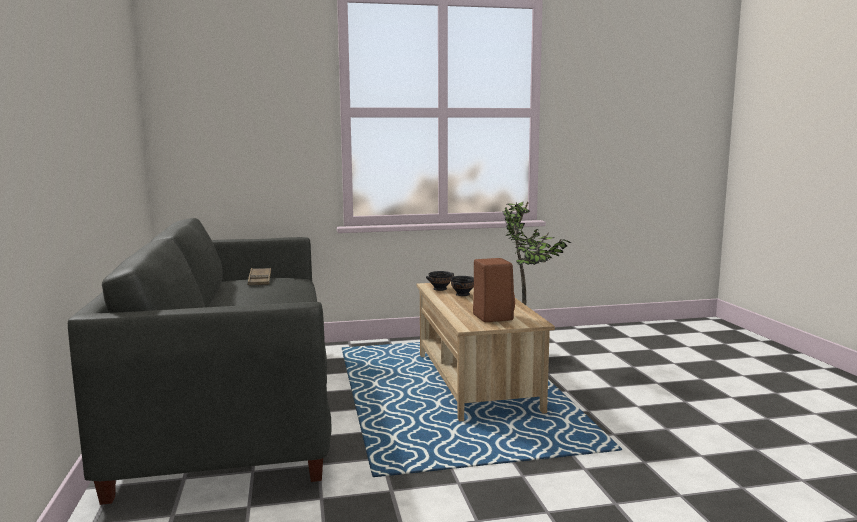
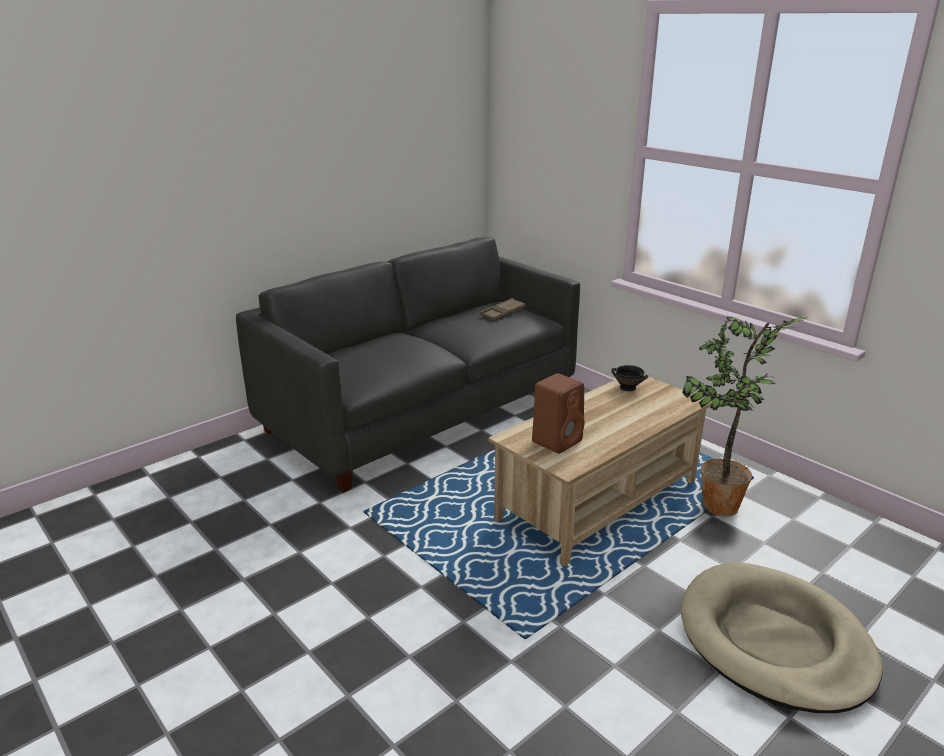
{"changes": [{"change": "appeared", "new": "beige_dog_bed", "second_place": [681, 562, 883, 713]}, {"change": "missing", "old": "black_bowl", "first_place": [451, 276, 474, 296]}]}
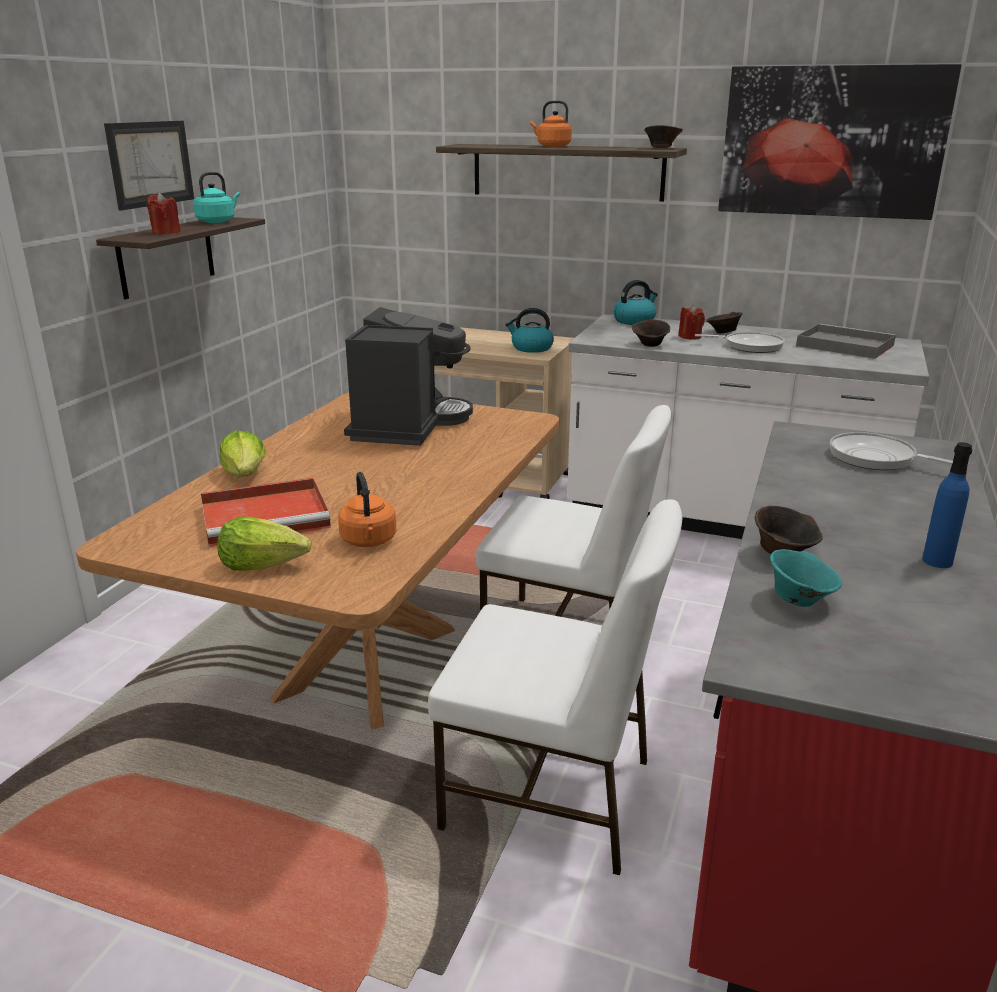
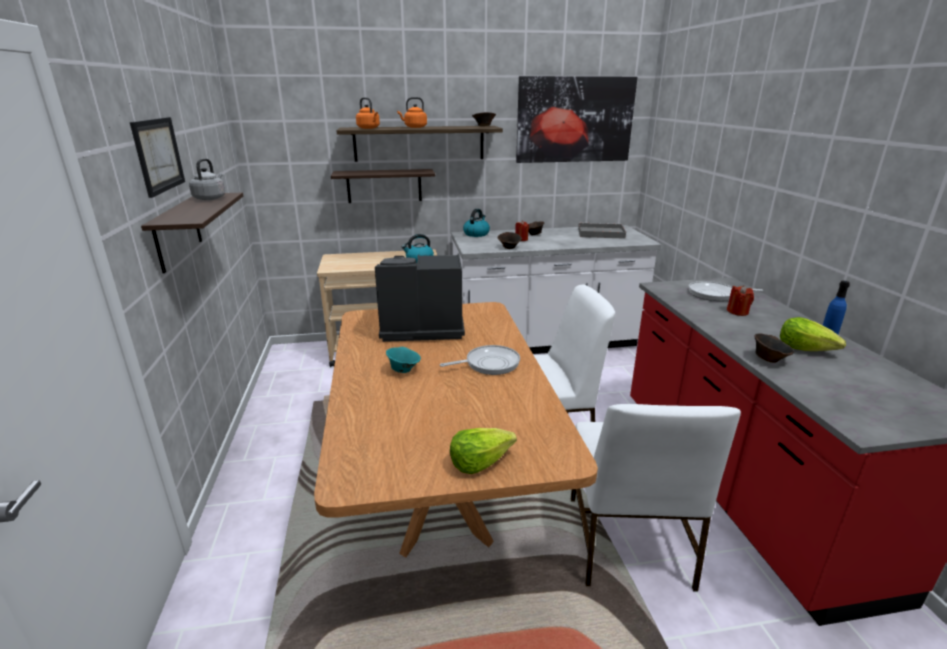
{"changes": [{"change": "colour", "old": "turquoise_kettle", "new": "grey_kettle", "first_place": [193, 172, 240, 223], "second_place": [189, 158, 225, 200]}, {"change": "appeared", "new": "shelf", "second_place": [331, 169, 435, 203]}, {"change": "relocated", "old": "orange_kettle", "first_place": [338, 472, 396, 547], "second_place": [356, 97, 380, 129]}, {"change": "spun", "old": "coffee_machine", "first_place": [344, 307, 473, 446], "second_place": [375, 254, 465, 342], "degrees": -75}, {"change": "relocated", "old": "turquoise_bowl", "first_place": [770, 549, 842, 607], "second_place": [386, 347, 421, 373]}, {"change": "relocated", "old": "frying_pan", "first_place": [695, 332, 785, 353], "second_place": [440, 345, 520, 375]}, {"change": "spun", "old": "white_chair", "first_place": [428, 499, 682, 875], "second_place": [571, 404, 741, 592], "degrees": 105}, {"change": "relocated", "old": "red_candle", "first_place": [147, 192, 181, 234], "second_place": [727, 285, 754, 316]}, {"change": "relocated", "old": "lettuce", "first_place": [220, 431, 266, 477], "second_place": [780, 317, 846, 351]}, {"change": "missing", "old": "red_tray", "first_place": [200, 478, 331, 547]}]}
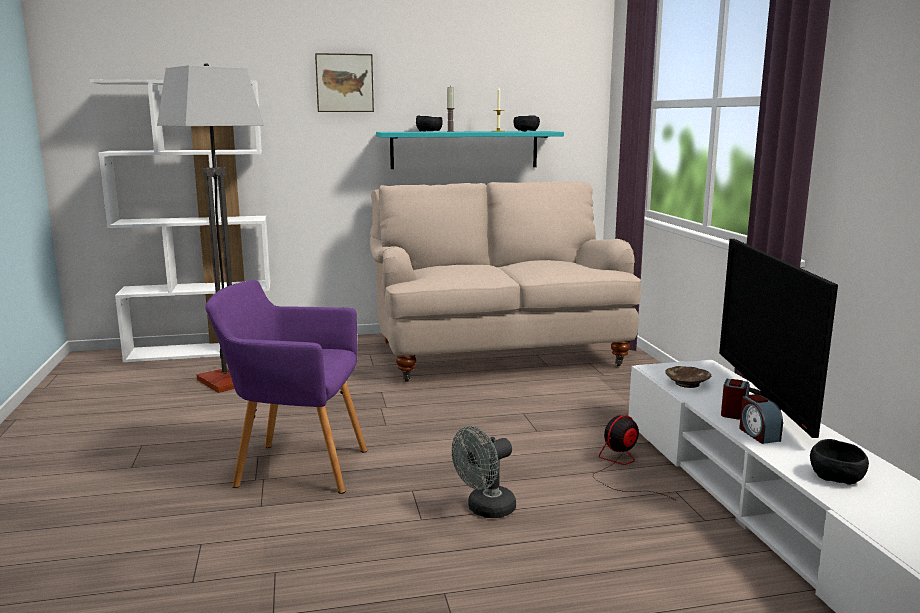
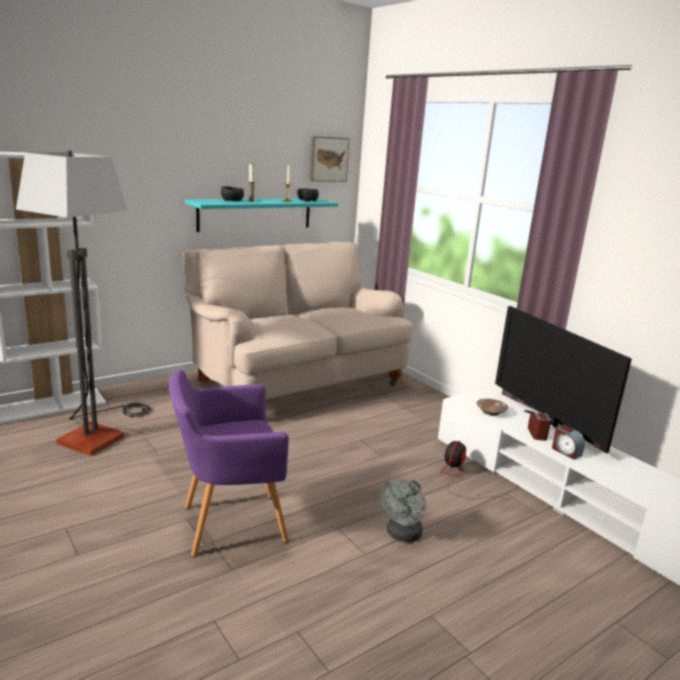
{"changes": [{"change": "relocated", "old": "picture", "first_place": [315, 53, 374, 112], "second_place": [309, 136, 350, 182]}, {"change": "missing", "old": "black_bowl", "first_place": [810, 439, 869, 485]}]}
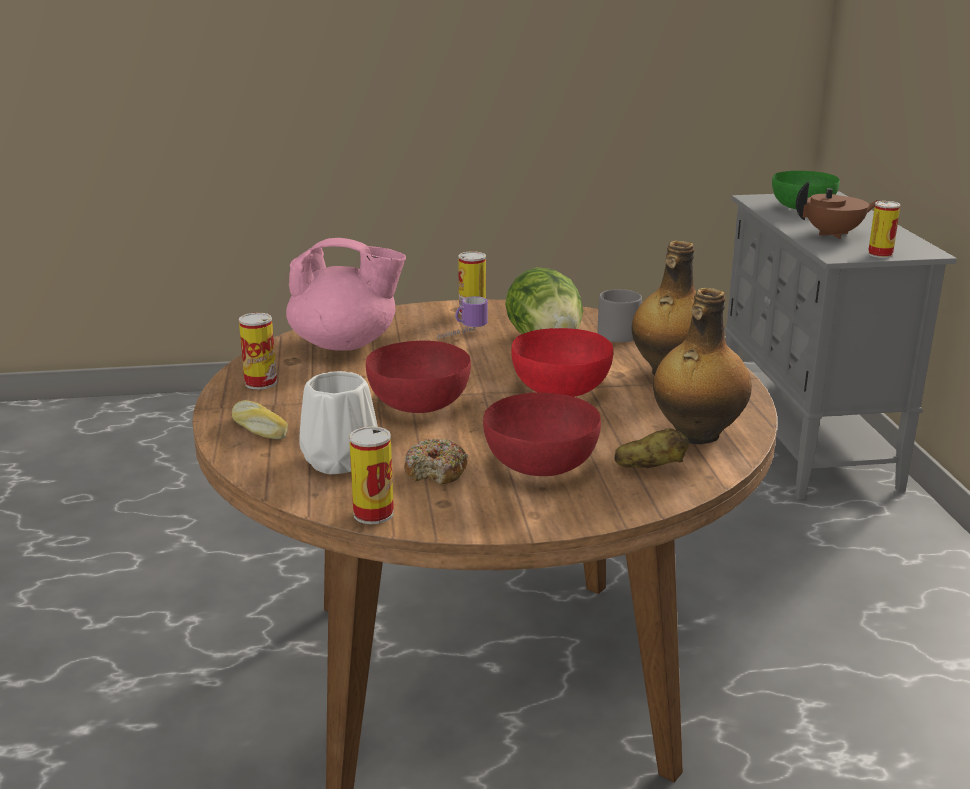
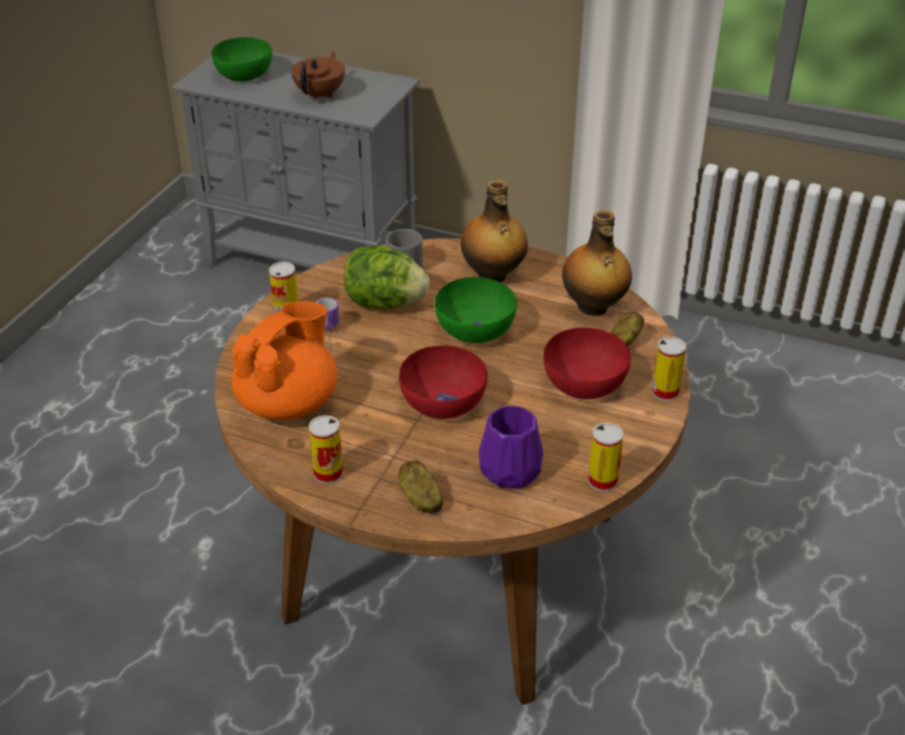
{"changes": [{"change": "colour", "old": "pink_teapot", "new": "orange_teapot", "first_place": [286, 238, 406, 351], "second_place": [231, 301, 337, 420]}, {"change": "exchanged", "old": "bread", "new": "potato", "first_place": [232, 400, 288, 439], "second_place": [398, 460, 443, 513]}, {"change": "colour", "old": "red_bowl", "new": "green_bowl", "first_place": [511, 328, 613, 397], "second_place": [435, 277, 517, 343]}, {"change": "colour", "old": "white_vase", "new": "purple_vase", "first_place": [299, 371, 378, 474], "second_place": [479, 406, 543, 488]}, {"change": "relocated", "old": "can", "first_place": [868, 201, 901, 258], "second_place": [651, 337, 686, 401]}, {"change": "missing", "old": "donut", "first_place": [404, 439, 468, 485]}]}
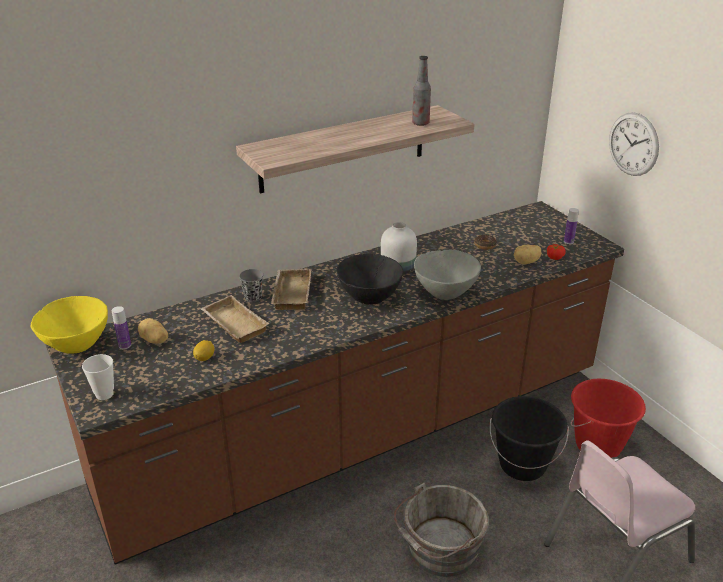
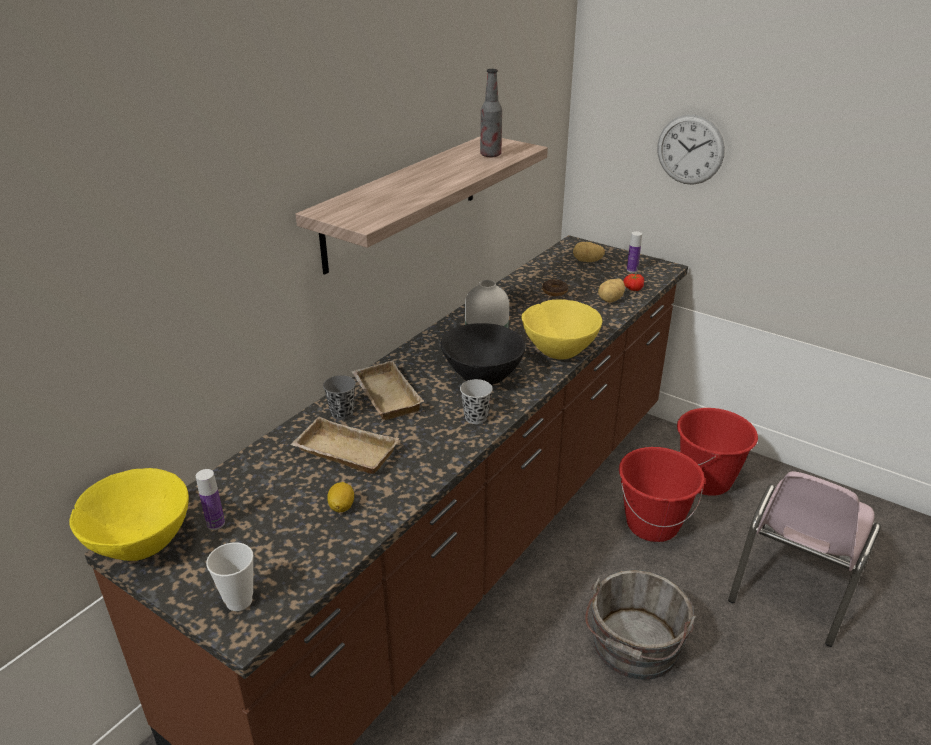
{"changes": [{"change": "appeared", "new": "black_cup", "second_place": [460, 379, 493, 424]}, {"change": "colour", "old": "grey_bowl", "new": "yellow_bowl", "first_place": [414, 250, 481, 300], "second_place": [521, 299, 603, 360]}, {"change": "relocated", "old": "potato", "first_place": [138, 318, 168, 344], "second_place": [573, 242, 605, 262]}, {"change": "colour", "old": "black_bucket", "new": "red_bucket", "first_place": [490, 396, 569, 481], "second_place": [619, 447, 705, 542]}]}
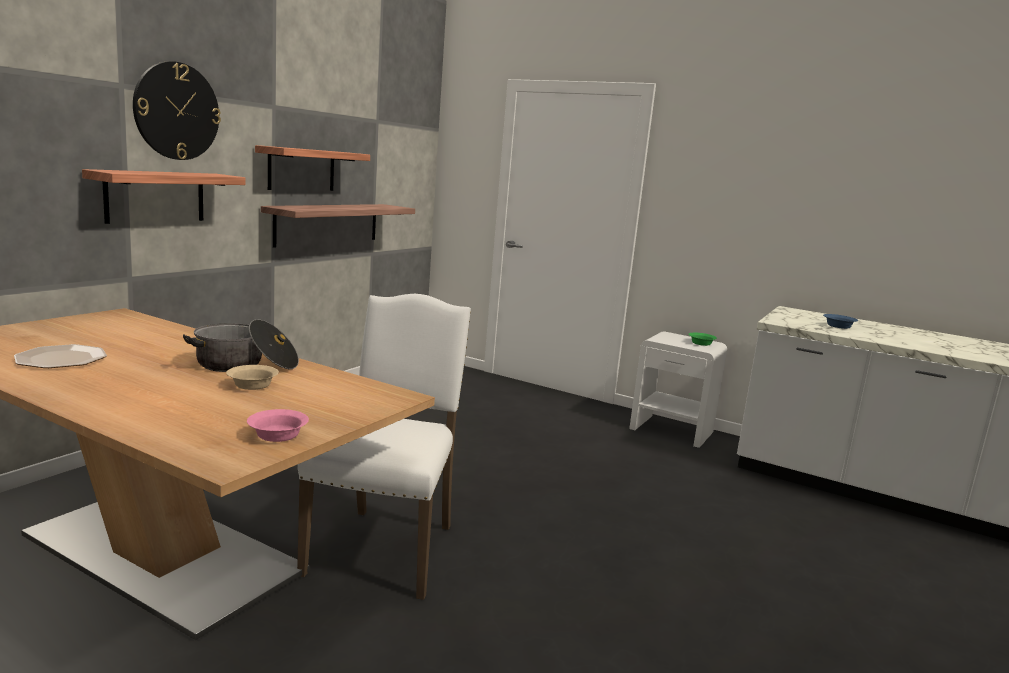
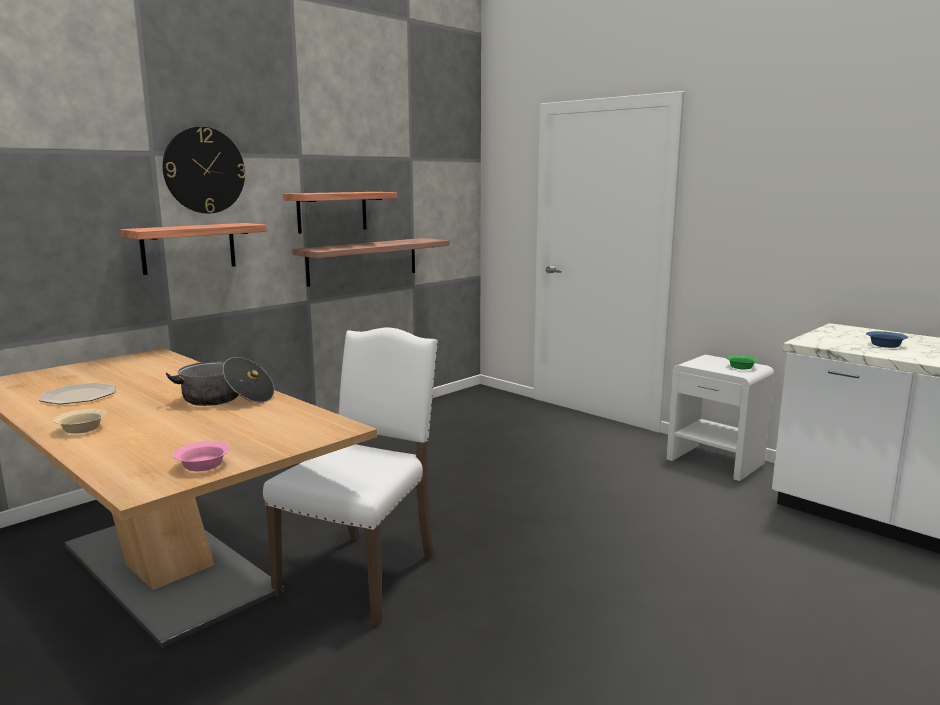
{"changes": [{"change": "relocated", "old": "beige_bowl", "first_place": [226, 365, 279, 390], "second_place": [53, 409, 107, 434]}]}
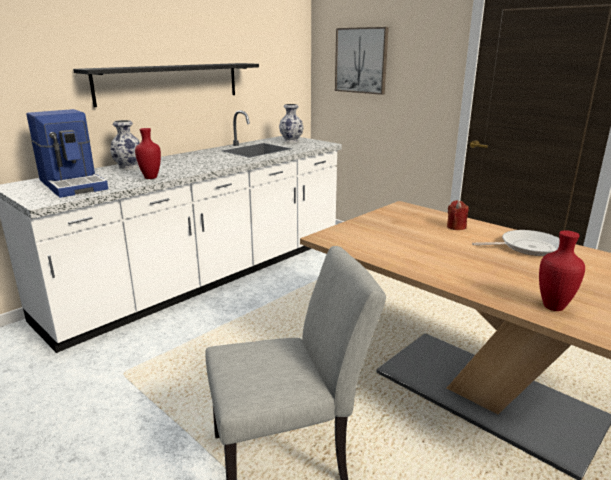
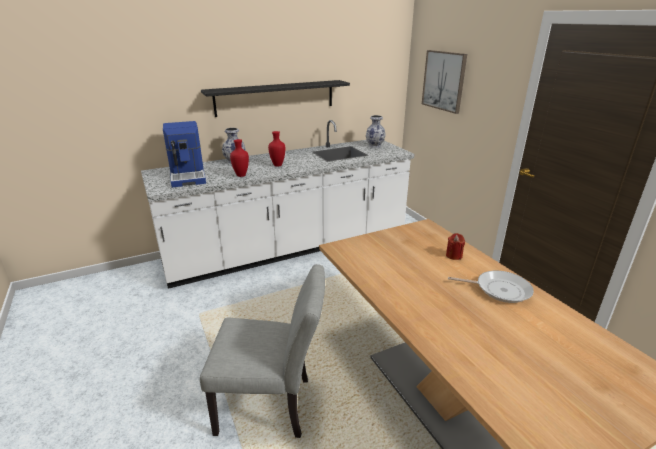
{"changes": [{"change": "relocated", "old": "red_vase", "first_place": [539, 230, 585, 311], "second_place": [268, 131, 285, 167]}]}
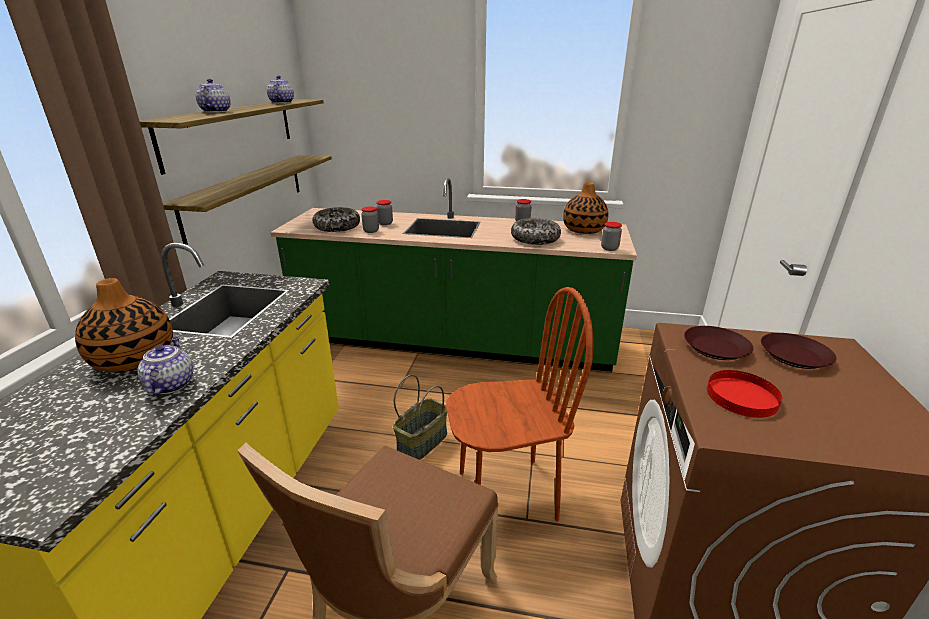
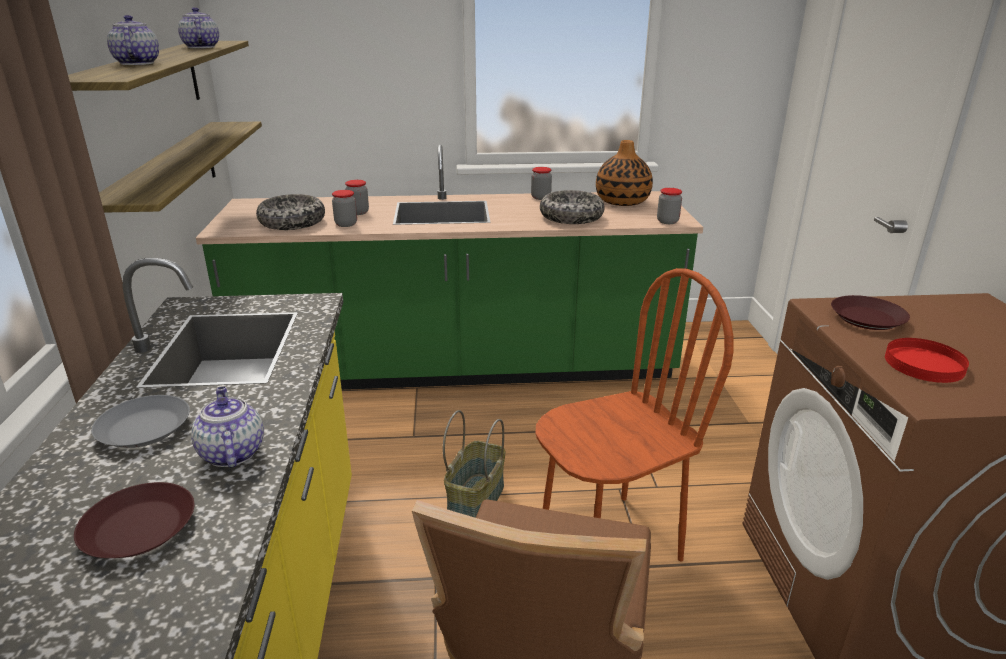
{"changes": [{"change": "relocated", "old": "brown_plate", "first_place": [761, 333, 836, 369], "second_place": [74, 482, 194, 558]}, {"change": "exchanged", "old": "vase", "new": "grey_plate", "first_place": [75, 278, 173, 372], "second_place": [91, 395, 190, 448]}]}
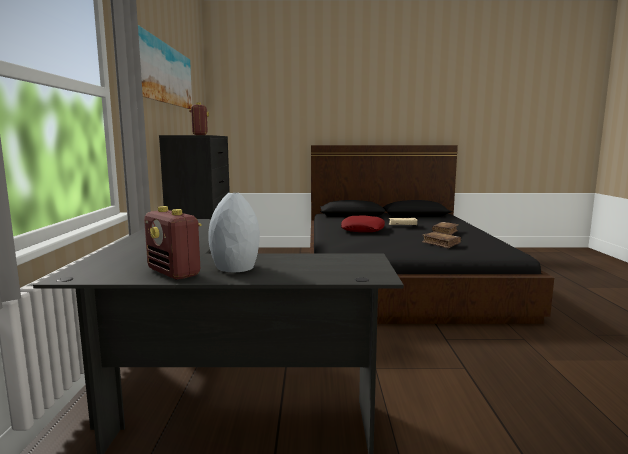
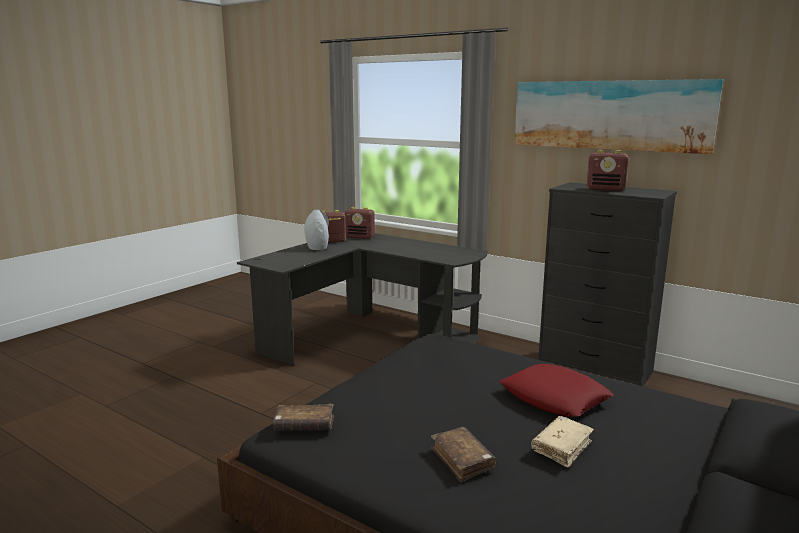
{"changes": [{"change": "relocated", "old": "brown_book", "first_place": [422, 232, 461, 249], "second_place": [273, 404, 334, 431]}, {"change": "appeared", "new": "radio", "second_place": [345, 207, 375, 239]}]}
